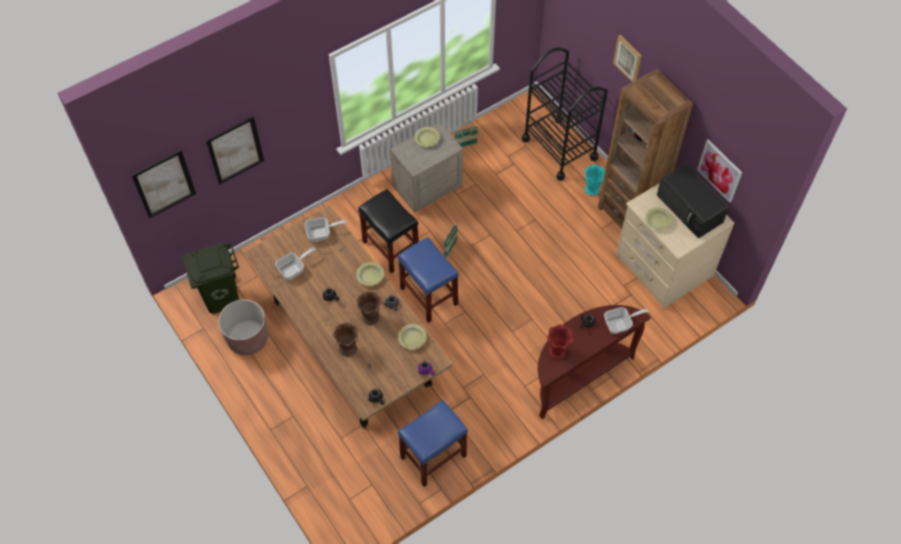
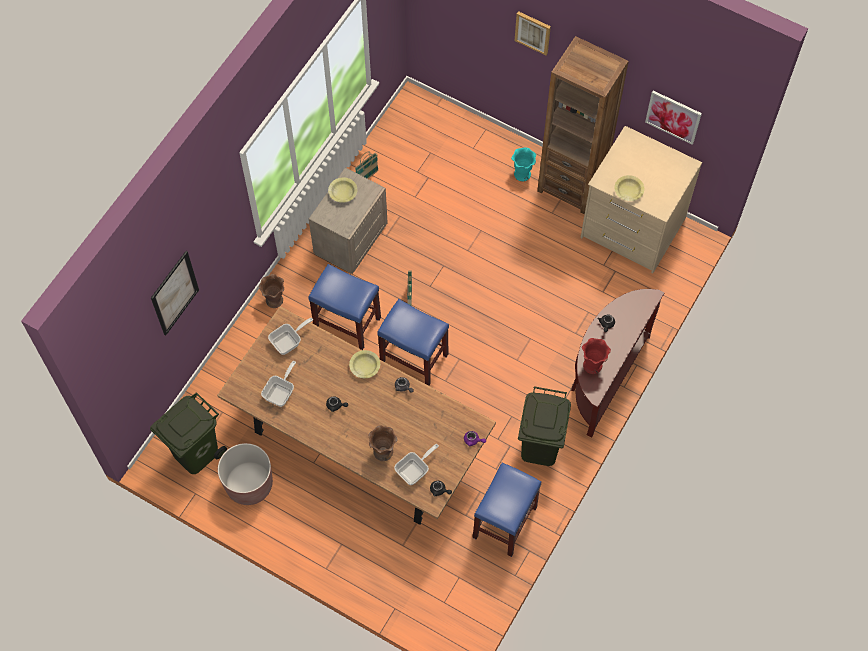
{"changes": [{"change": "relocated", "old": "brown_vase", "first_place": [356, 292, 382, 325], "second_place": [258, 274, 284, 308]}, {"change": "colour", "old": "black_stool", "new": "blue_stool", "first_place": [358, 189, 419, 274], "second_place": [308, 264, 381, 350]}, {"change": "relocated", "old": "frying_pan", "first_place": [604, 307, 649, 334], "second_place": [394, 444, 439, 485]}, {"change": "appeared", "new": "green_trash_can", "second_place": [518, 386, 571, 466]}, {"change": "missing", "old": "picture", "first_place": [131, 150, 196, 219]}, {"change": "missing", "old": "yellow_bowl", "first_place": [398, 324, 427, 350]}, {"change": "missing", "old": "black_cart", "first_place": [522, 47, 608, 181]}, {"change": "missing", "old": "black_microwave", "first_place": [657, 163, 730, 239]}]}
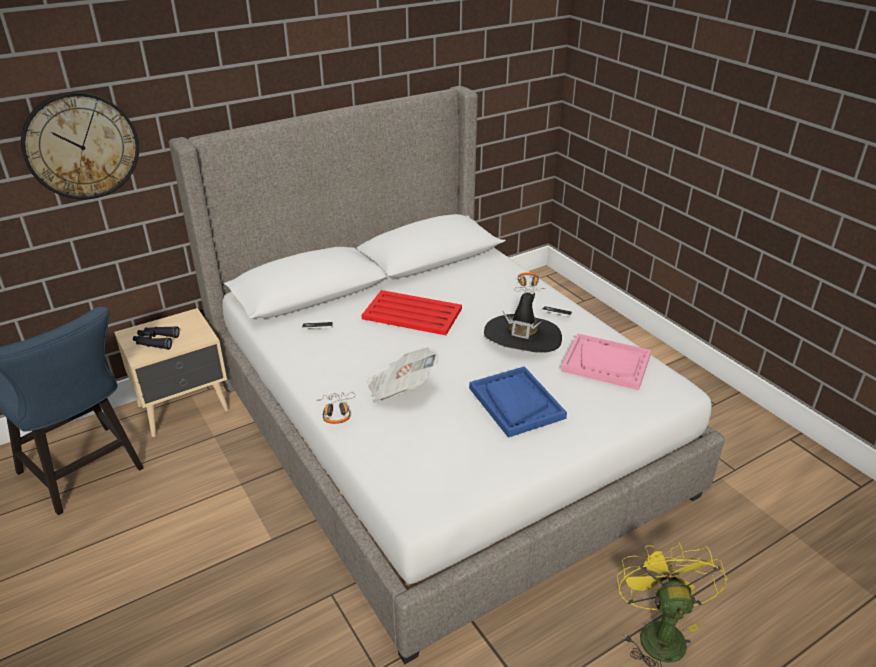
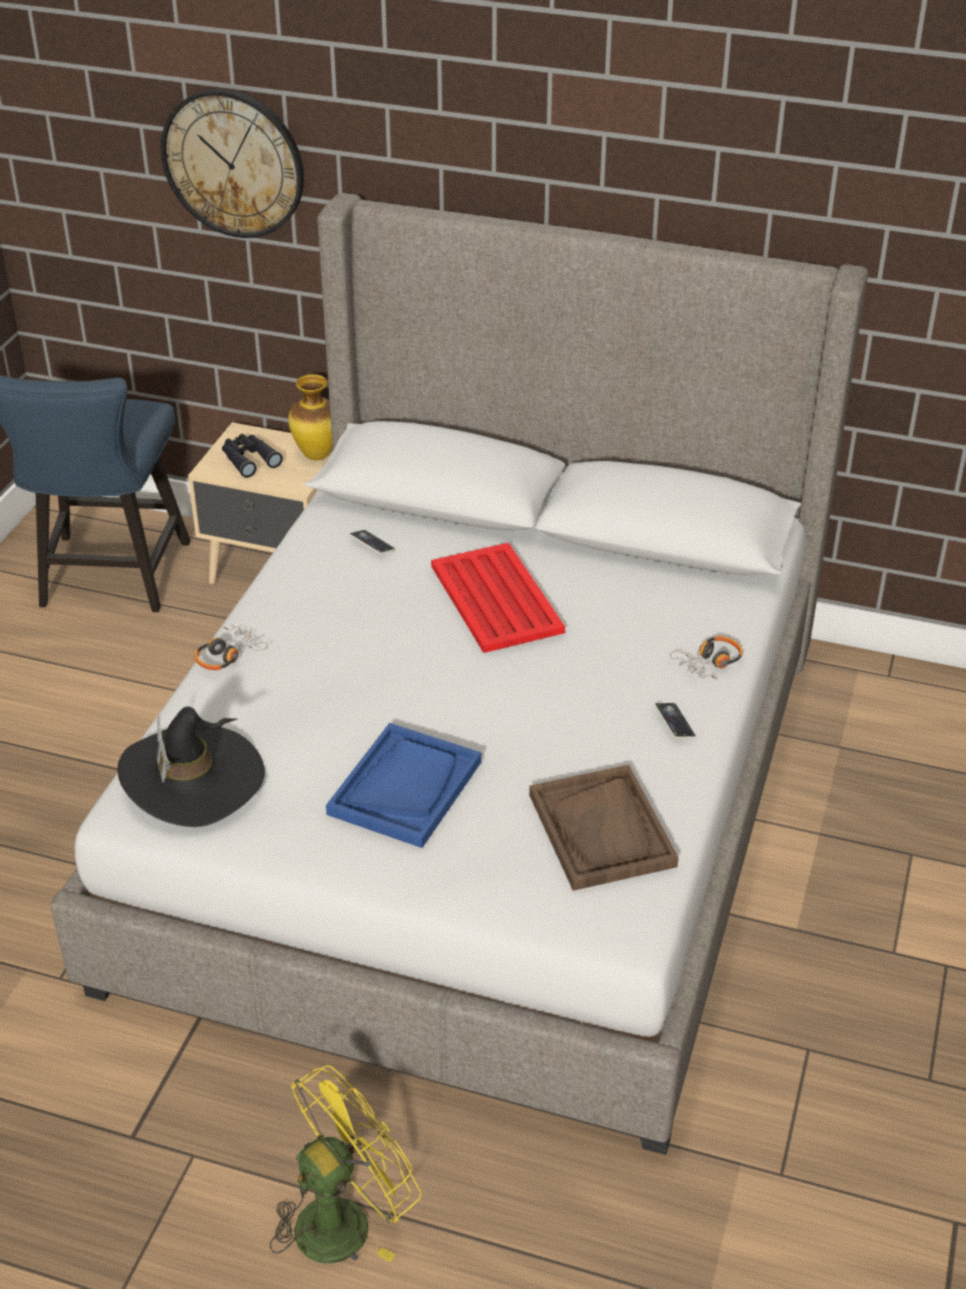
{"changes": [{"change": "relocated", "old": "black_hat", "first_place": [484, 292, 562, 353], "second_place": [117, 706, 265, 827]}, {"change": "appeared", "new": "vase", "second_place": [288, 374, 332, 460]}, {"change": "colour", "old": "pink_tray", "new": "brown_tray", "first_place": [561, 333, 651, 390], "second_place": [529, 765, 679, 891]}, {"change": "missing", "old": "newspaper", "first_place": [367, 347, 438, 402]}]}
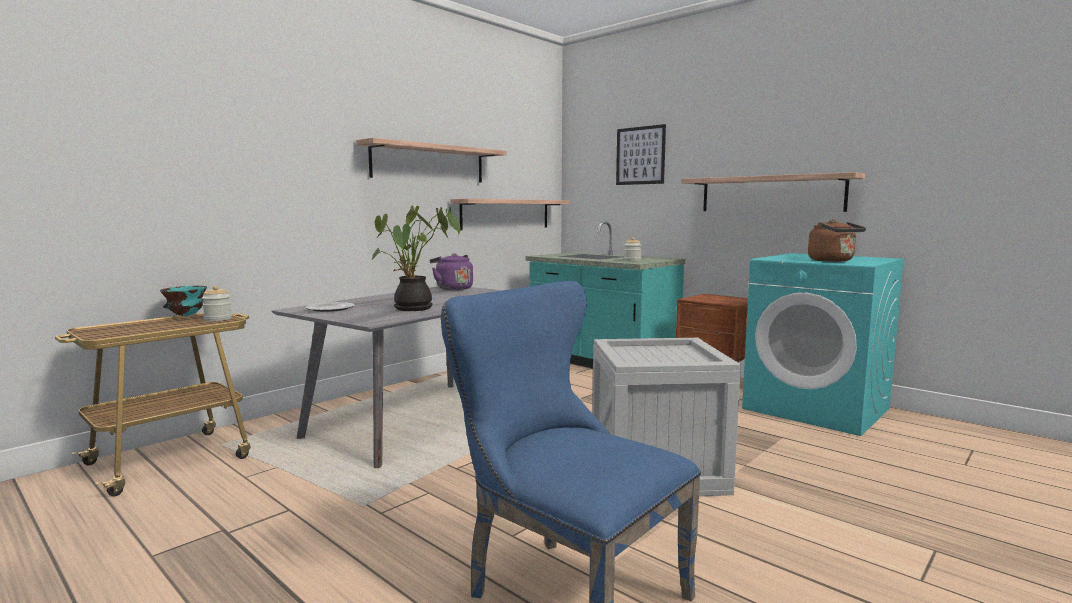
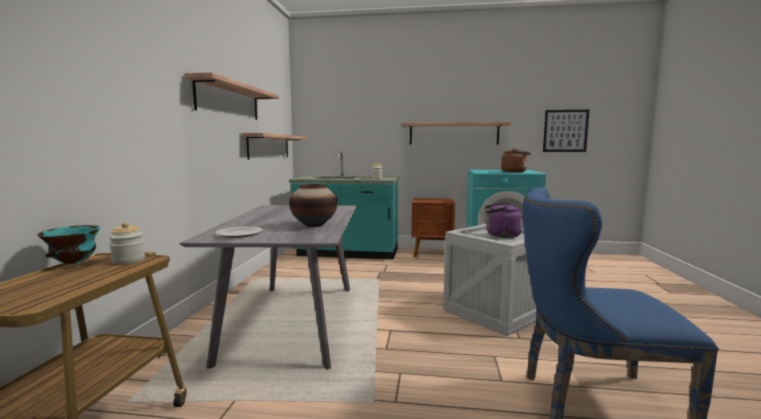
{"changes": [{"change": "exchanged", "old": "potted_plant", "new": "vase", "first_place": [371, 205, 461, 311], "second_place": [289, 184, 338, 227]}, {"change": "relocated", "old": "purple_kettle", "first_place": [430, 253, 473, 290], "second_place": [484, 203, 523, 238]}, {"change": "relocated", "old": "picture", "first_place": [616, 124, 666, 185], "second_place": [543, 110, 589, 152]}]}
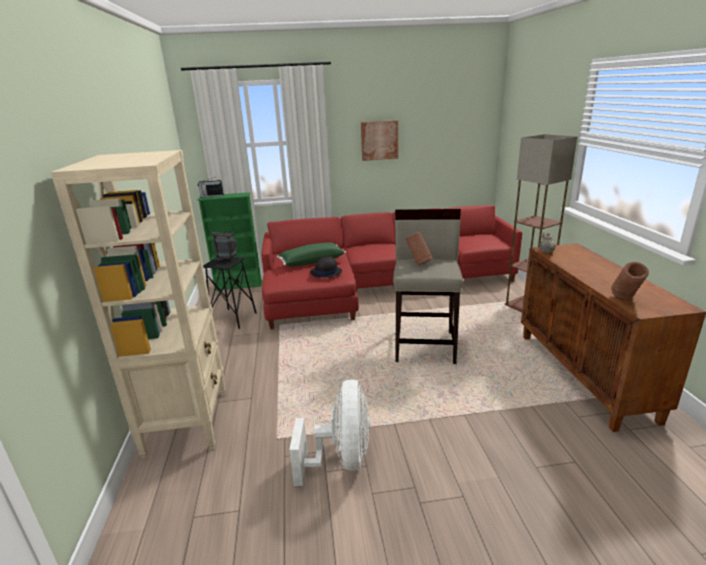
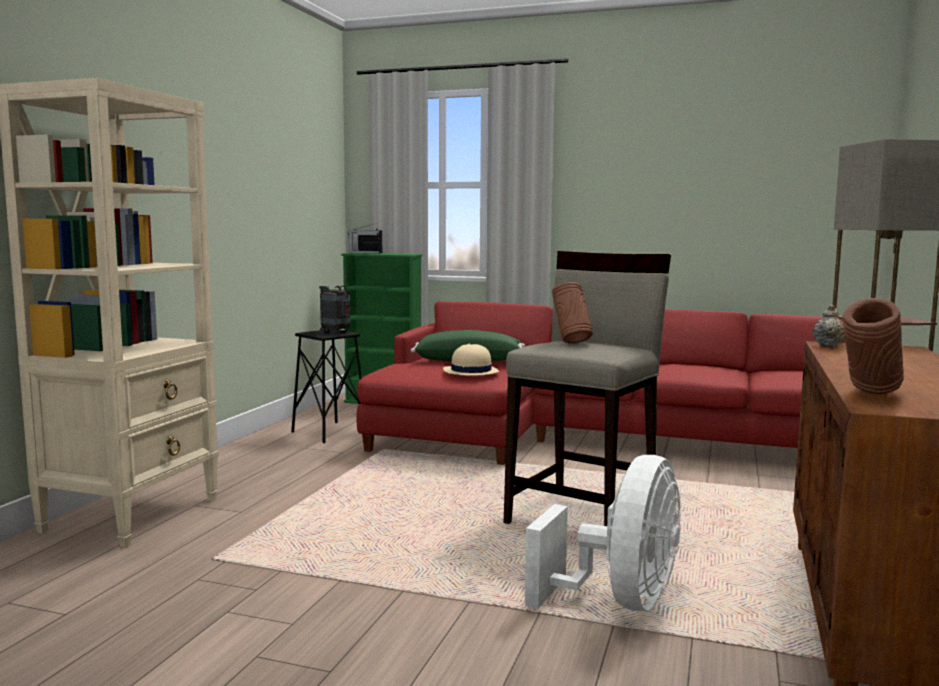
{"changes": [{"change": "colour", "old": "black_hat", "new": "beige_hat", "first_place": [310, 256, 342, 278], "second_place": [443, 344, 499, 375]}, {"change": "relocated", "old": "white_fan", "first_place": [289, 379, 370, 486], "second_place": [525, 455, 681, 611]}, {"change": "missing", "old": "picture", "first_place": [361, 120, 398, 161]}]}
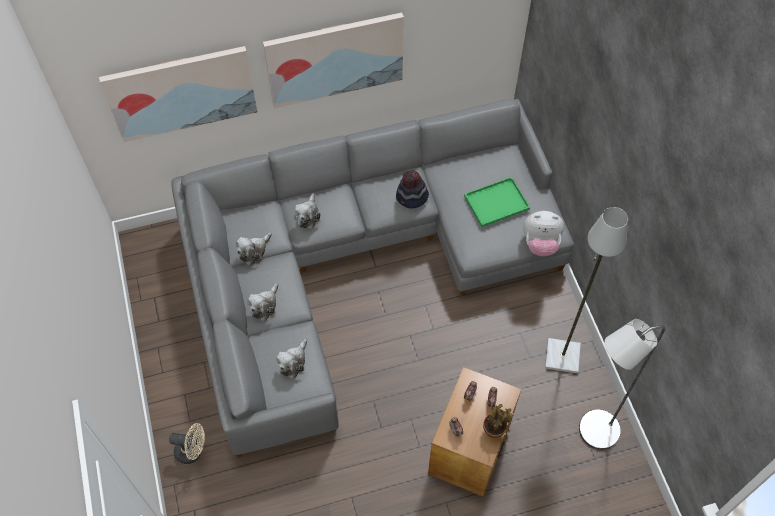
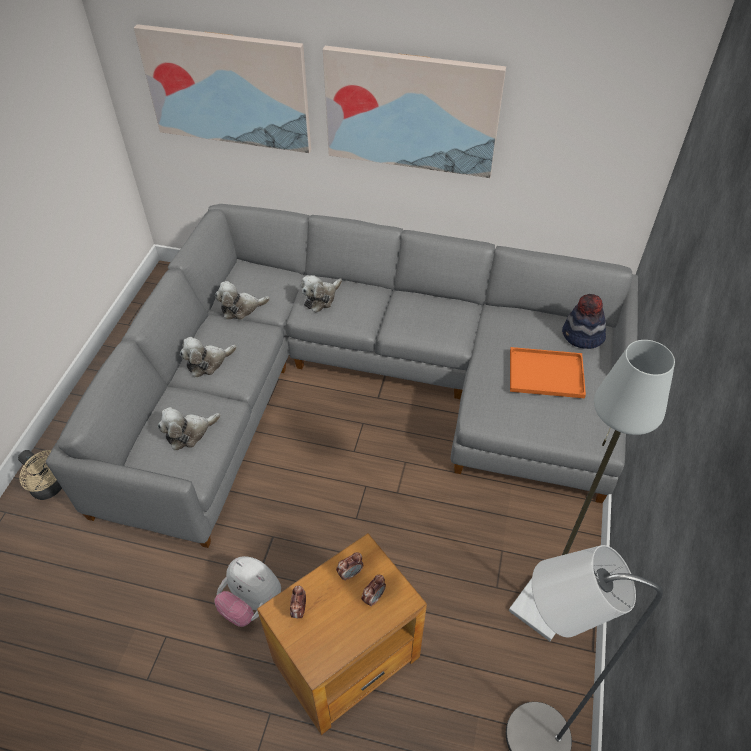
{"changes": [{"change": "relocated", "old": "plush_toy", "first_place": [523, 211, 564, 256], "second_place": [214, 556, 281, 627]}, {"change": "colour", "old": "green_tray", "new": "orange_tray", "first_place": [464, 177, 530, 227], "second_place": [510, 347, 586, 398]}, {"change": "relocated", "old": "hat", "first_place": [396, 170, 429, 208], "second_place": [562, 294, 606, 349]}, {"change": "missing", "old": "potted_plant", "first_place": [483, 404, 513, 438]}]}
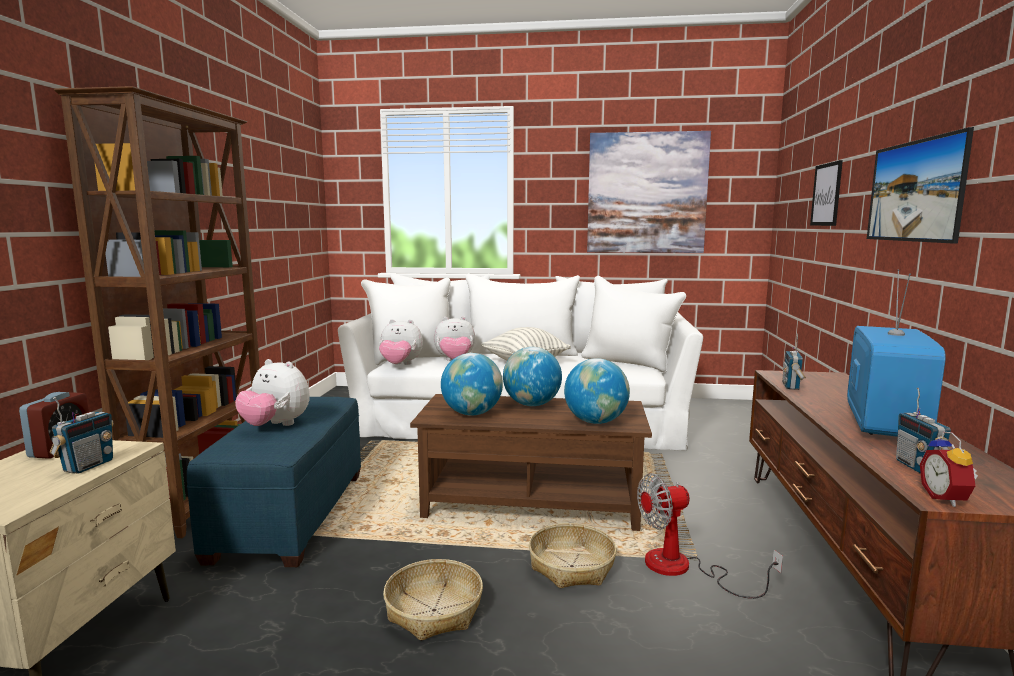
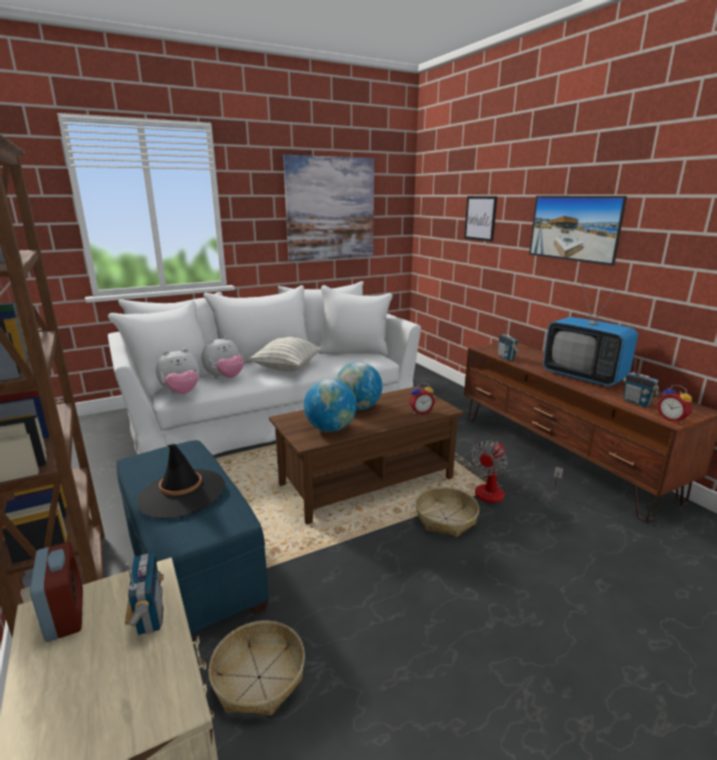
{"changes": [{"change": "exchanged", "old": "plush_toy", "new": "black_hat", "first_place": [235, 359, 310, 426], "second_place": [137, 444, 225, 519]}, {"change": "relocated", "old": "basket", "first_place": [383, 559, 483, 641], "second_place": [208, 621, 305, 716]}, {"change": "exchanged", "old": "globe", "new": "alarm_clock", "first_place": [564, 358, 630, 424], "second_place": [409, 383, 435, 415]}, {"change": "spun", "old": "television", "first_place": [847, 270, 946, 437], "second_place": [543, 284, 638, 386], "degrees": 150}]}
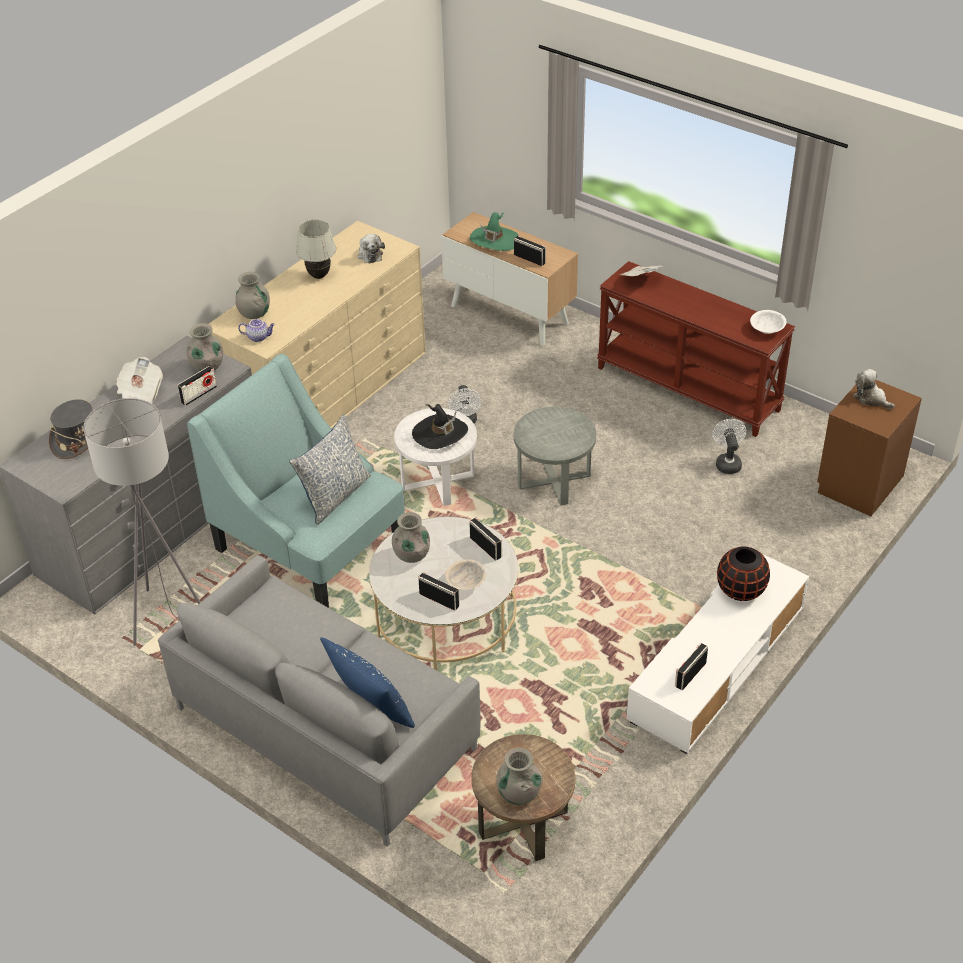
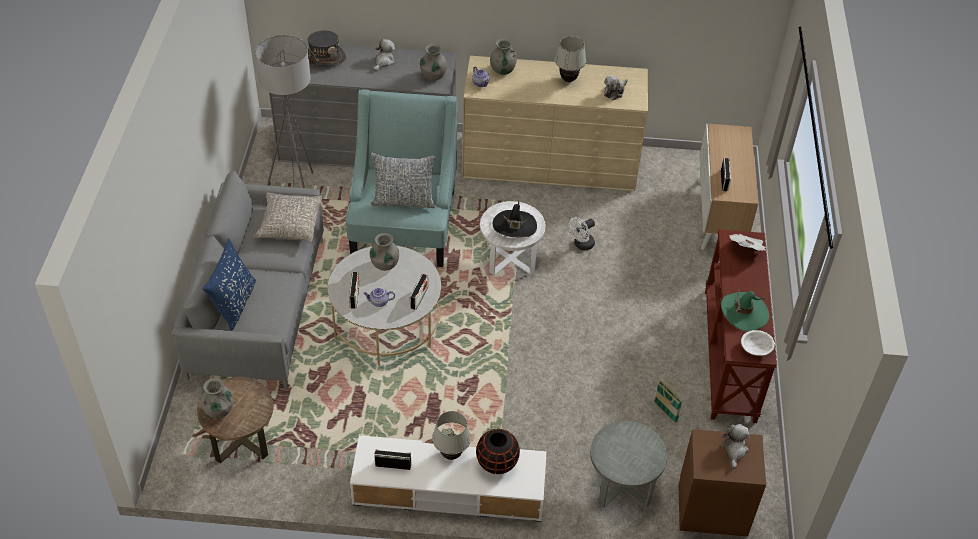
{"changes": [{"change": "appeared", "new": "grey_pillow", "second_place": [253, 192, 322, 243]}, {"change": "exchanged", "old": "beige_bowl", "new": "teapot", "first_place": [445, 559, 486, 590], "second_place": [363, 288, 395, 307]}, {"change": "exchanged", "old": "newspaper", "new": "plush_toy", "first_place": [116, 357, 163, 404], "second_place": [373, 39, 395, 71]}, {"change": "appeared", "new": "white_table_lamp", "second_place": [432, 411, 471, 460]}, {"change": "relocated", "old": "grey_side_table", "first_place": [514, 406, 596, 505], "second_place": [590, 421, 667, 508]}, {"change": "exchanged", "old": "white_fan", "new": "basket", "first_place": [712, 419, 746, 474], "second_place": [654, 379, 683, 424]}, {"change": "relocated", "old": "green_hat", "first_place": [470, 212, 519, 251], "second_place": [721, 289, 769, 331]}, {"change": "missing", "old": "radio", "first_place": [178, 366, 217, 406]}]}
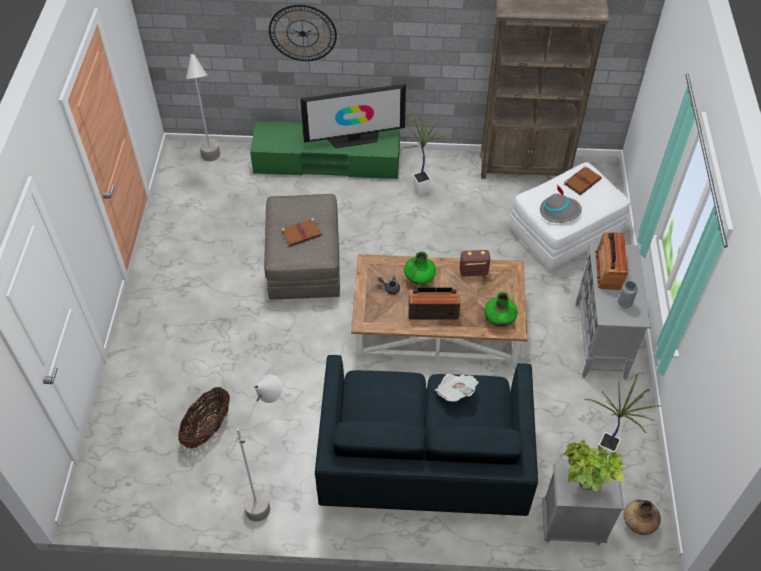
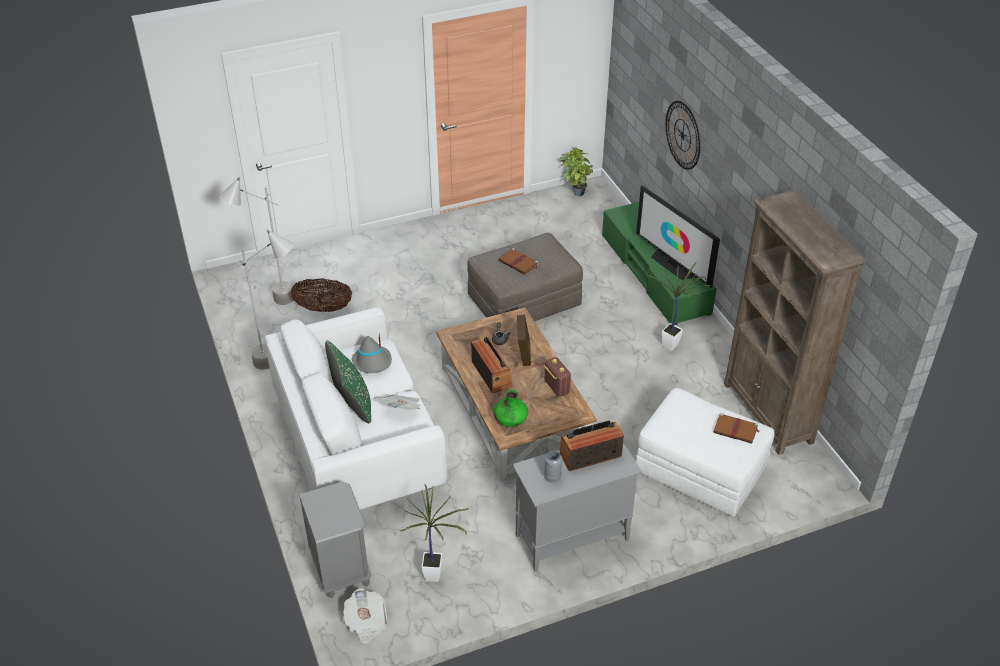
{"changes": [{"change": "relocated", "old": "grey_floor_lamp", "first_place": [186, 51, 220, 161], "second_place": [219, 177, 293, 305]}, {"change": "colour", "old": "blue_sofa", "new": "white_sofa", "first_place": [315, 355, 538, 516], "second_place": [264, 307, 447, 510]}, {"change": "appeared", "new": "green_pillow", "second_place": [325, 341, 371, 423]}, {"change": "exchanged", "old": "brown_vase", "new": "newspaper", "first_place": [624, 499, 661, 535], "second_place": [343, 588, 387, 644]}, {"change": "relocated", "old": "grey_hat", "first_place": [540, 185, 582, 223], "second_place": [352, 334, 392, 373]}, {"change": "exchanged", "old": "green_vase", "new": "picture_frame", "first_place": [404, 251, 436, 285], "second_place": [517, 314, 531, 366]}, {"change": "relocated", "old": "potted_plant", "first_place": [563, 439, 625, 492], "second_place": [558, 148, 593, 196]}]}
